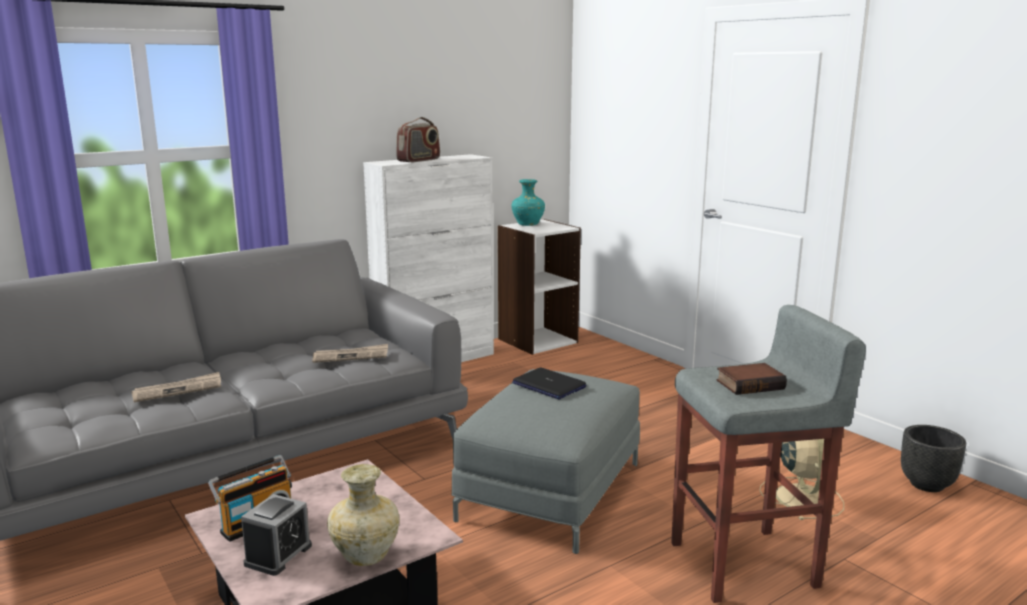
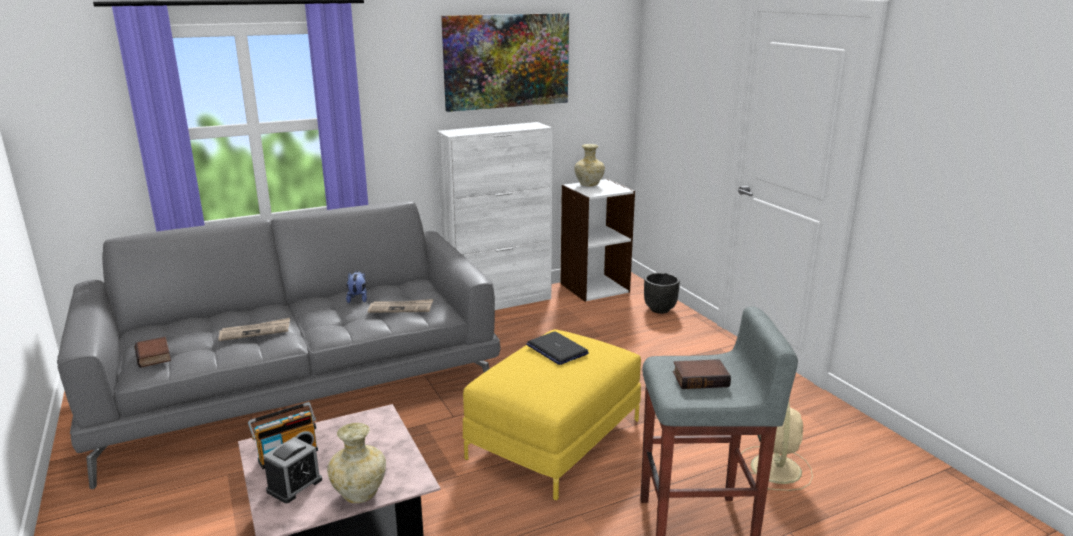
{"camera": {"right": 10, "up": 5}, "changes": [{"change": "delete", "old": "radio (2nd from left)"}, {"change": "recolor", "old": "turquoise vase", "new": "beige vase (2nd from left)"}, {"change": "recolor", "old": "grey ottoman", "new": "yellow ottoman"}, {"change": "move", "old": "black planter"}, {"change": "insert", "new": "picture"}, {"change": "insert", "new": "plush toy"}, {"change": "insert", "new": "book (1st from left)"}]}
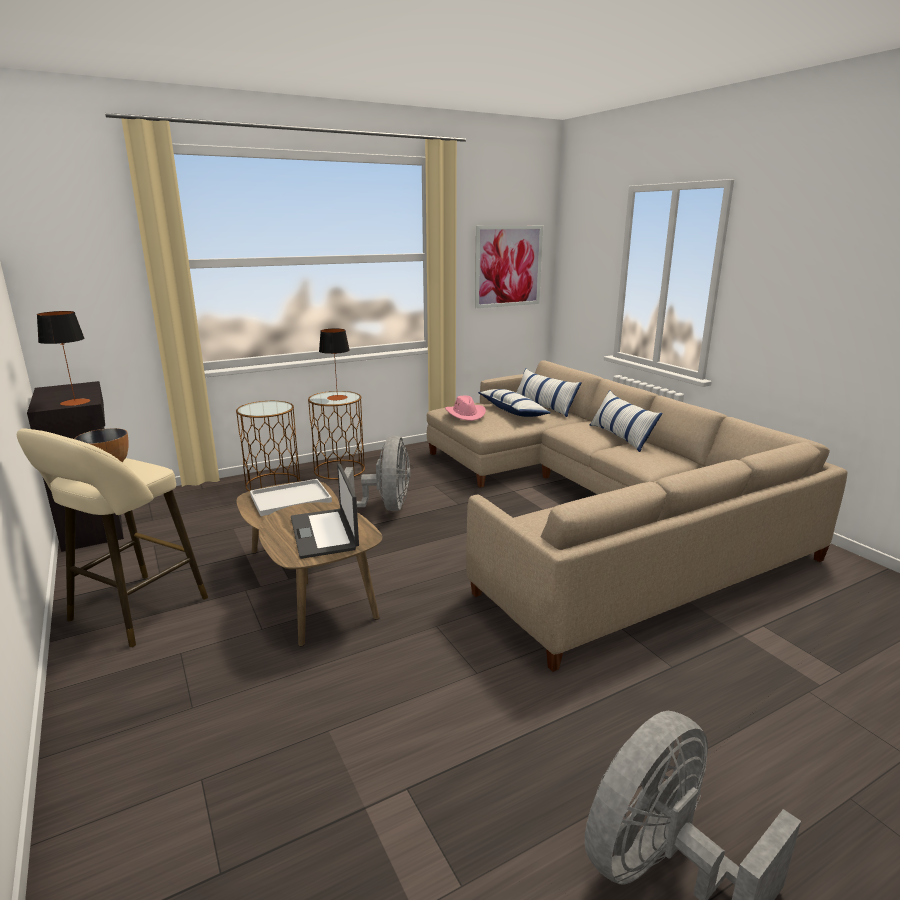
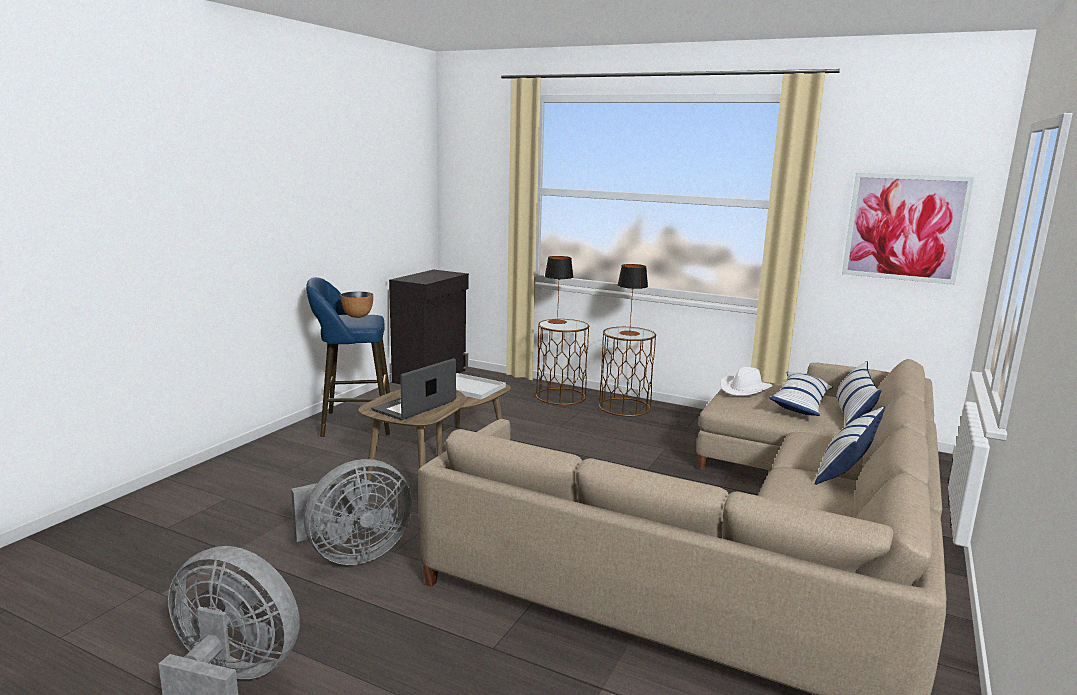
{"camera": {"right": 55, "up": -5}, "changes": [{"change": "move", "old": "table lamp (1st from left)"}, {"change": "recolor", "old": "pink hat", "new": "white hat"}, {"change": "recolor", "old": "beige stool", "new": "blue stool"}, {"change": "move", "old": "grey fan (1st from left in the first image)", "new": "grey fan (2nd from left)"}]}
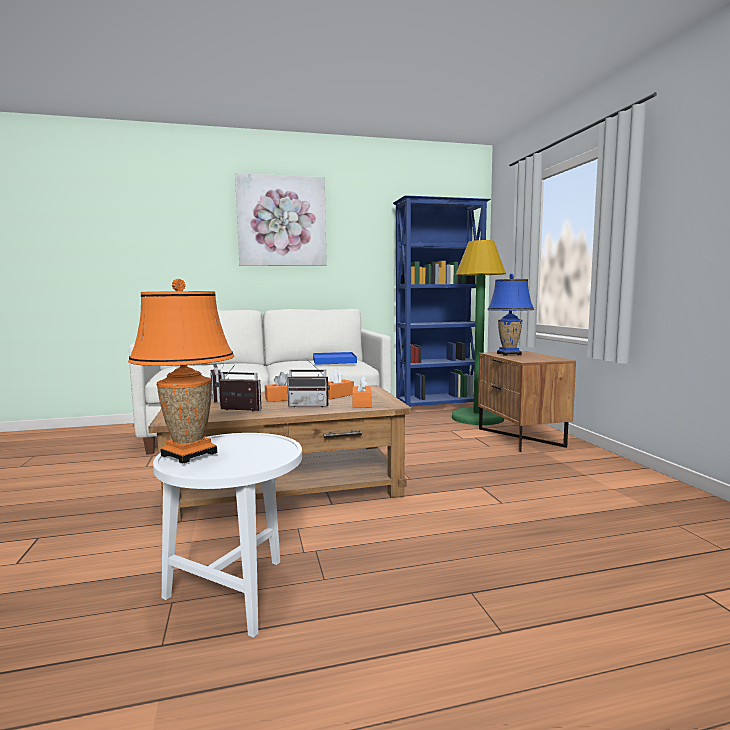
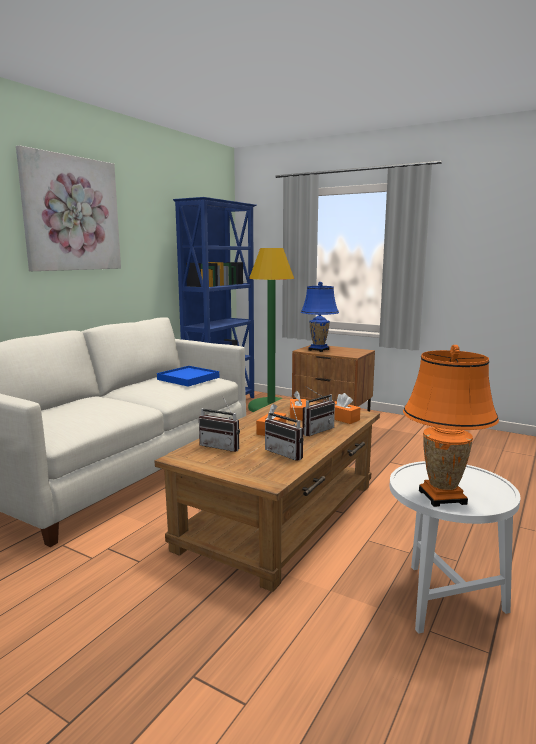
{"camera": {"right": -45, "up": 5}, "changes": [{"change": "rotate", "old": "radio (2nd from left)", "degrees": -105}]}
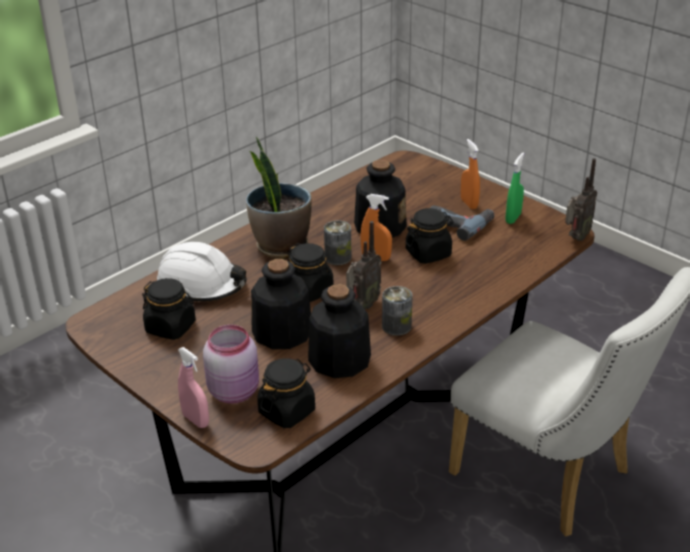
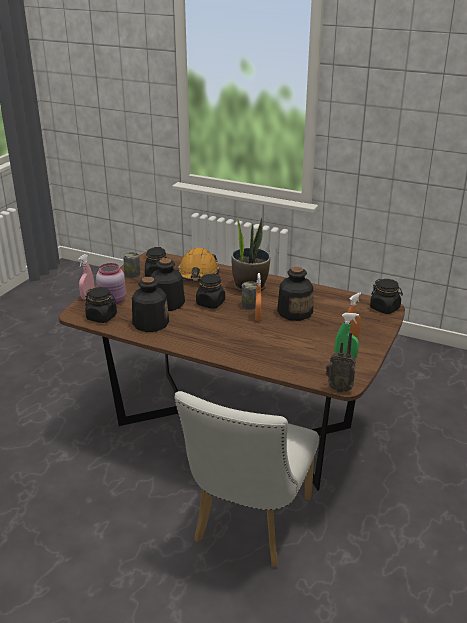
{"camera": {"right": 70, "up": -5}, "changes": [{"change": "delete", "old": "power drill"}, {"change": "move", "old": "black jar (4th from left)"}, {"change": "delete", "old": "radio (1st from left)"}, {"change": "recolor", "old": "white hard hat", "new": "orange hard hat"}, {"change": "move", "old": "can (2nd from left in the first image)", "new": "can (1st from left)"}]}
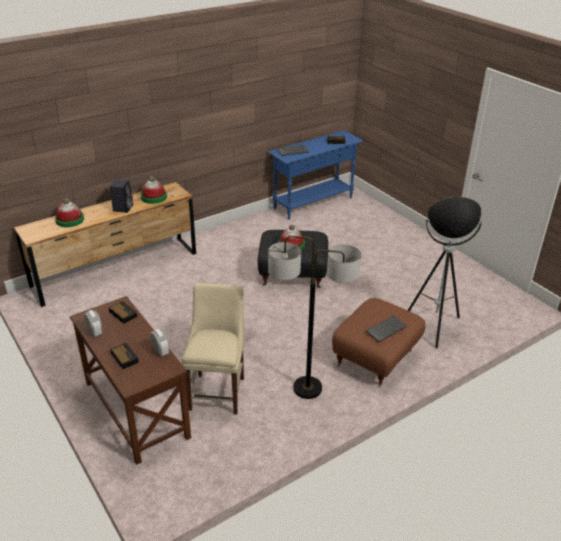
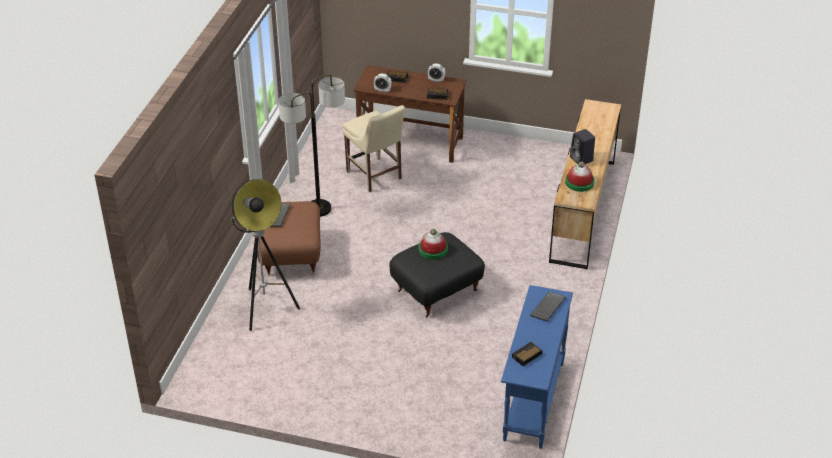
{"camera": {"right": 140, "up": 5}, "changes": [{"change": "delete", "old": "hat (1st from left)"}]}
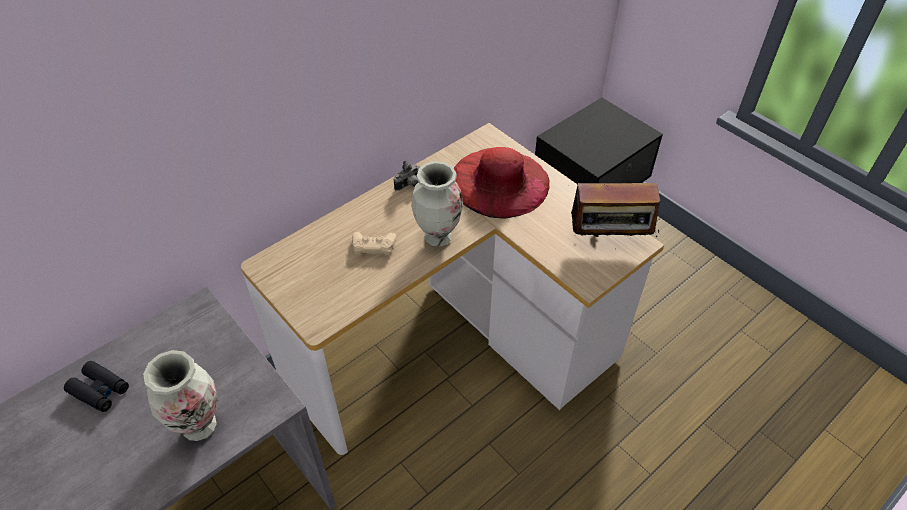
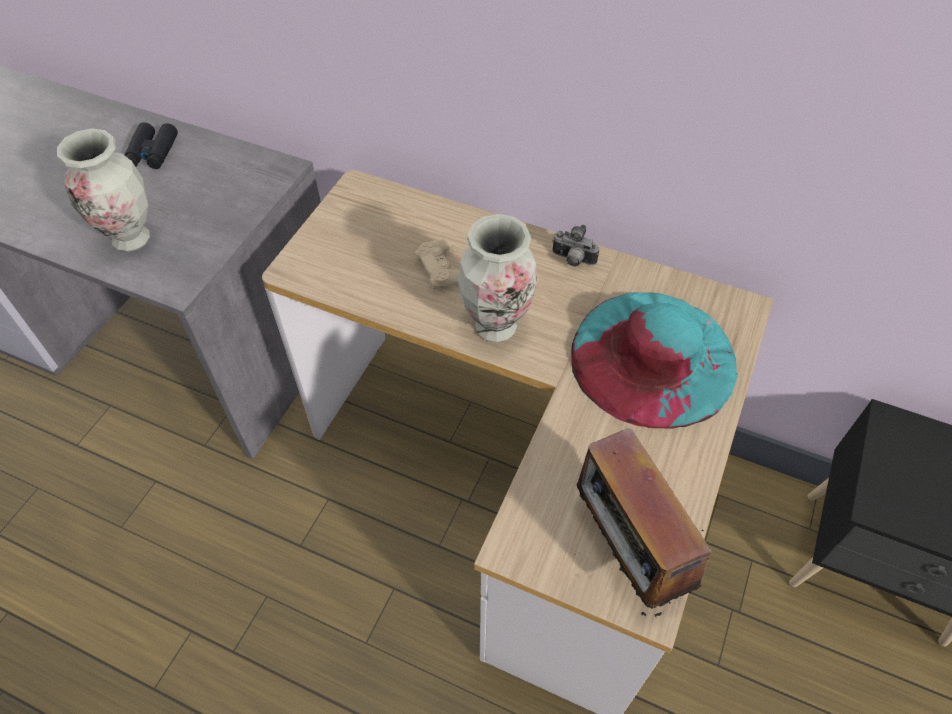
{"camera": {"right": 65, "up": 5}, "changes": [{"change": "recolor", "old": "red hat", "new": "turquoise hat"}]}
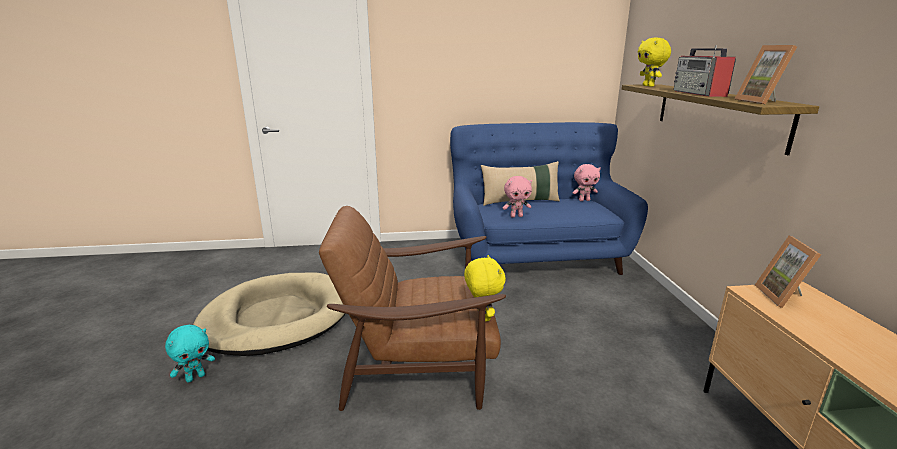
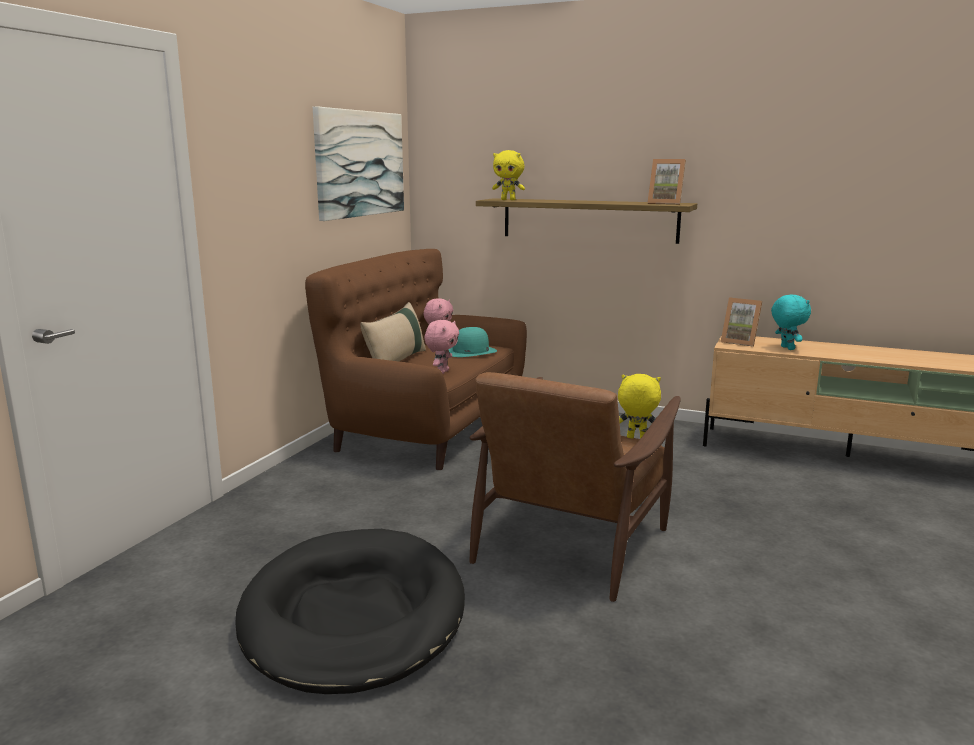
{"camera": {"right": -60, "up": -5}, "changes": [{"change": "delete", "old": "radio"}, {"change": "recolor", "old": "blue sofa", "new": "brown sofa"}, {"change": "recolor", "old": "beige dog bed", "new": "black dog bed"}, {"change": "move", "old": "turquoise plush toy"}, {"change": "insert", "new": "picture"}, {"change": "insert", "new": "turquoise hat"}]}
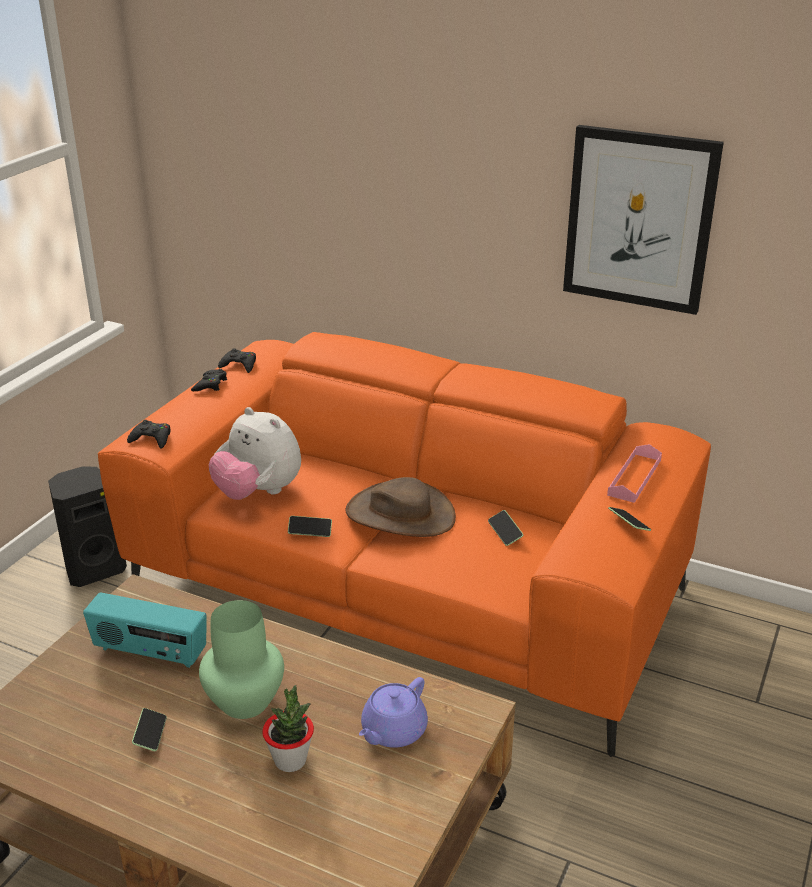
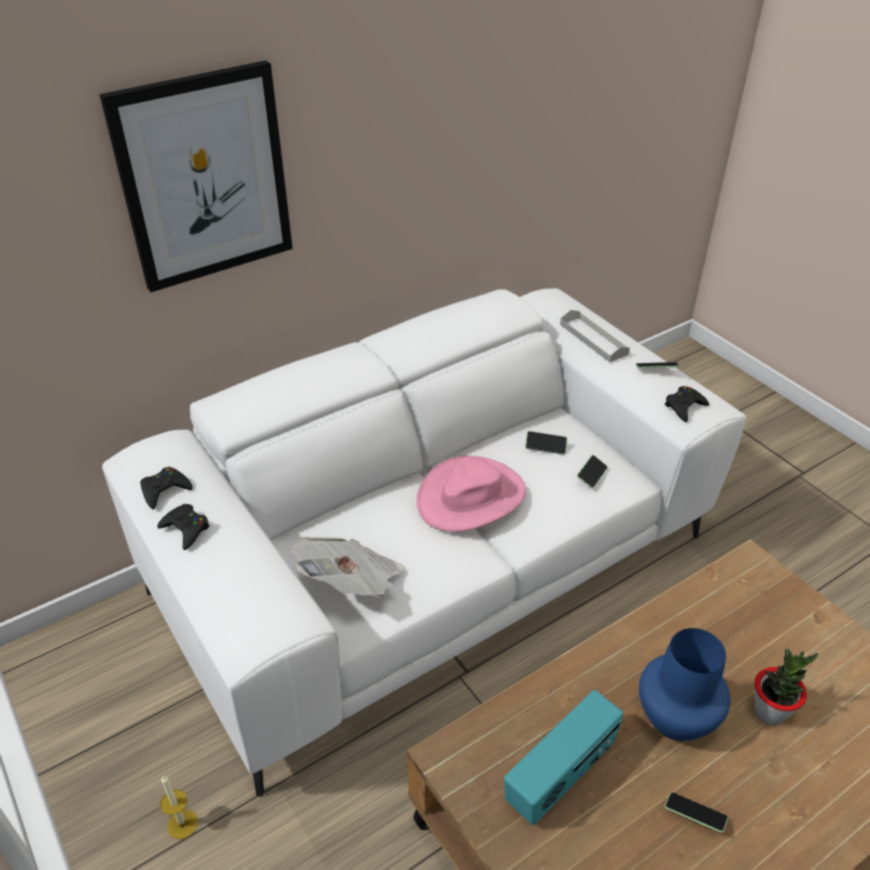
{"camera": {"right": -60, "up": 10}, "changes": [{"change": "move", "old": "picture"}, {"change": "recolor", "old": "orange sofa", "new": "white sofa"}, {"change": "replace", "old": "plush toy", "new": "newspaper"}, {"change": "move", "old": "black game controller (1st from left in the first image)", "new": "black game controller (3rd from left)"}, {"change": "recolor", "old": "pink tray", "new": "grey tray"}, {"change": "replace", "old": "black speaker", "new": "candle"}, {"change": "recolor", "old": "brown hat", "new": "pink hat"}, {"change": "move", "old": "phone (2nd from left)"}, {"change": "recolor", "old": "green vase", "new": "blue vase"}, {"change": "delete", "old": "purple teapot"}]}
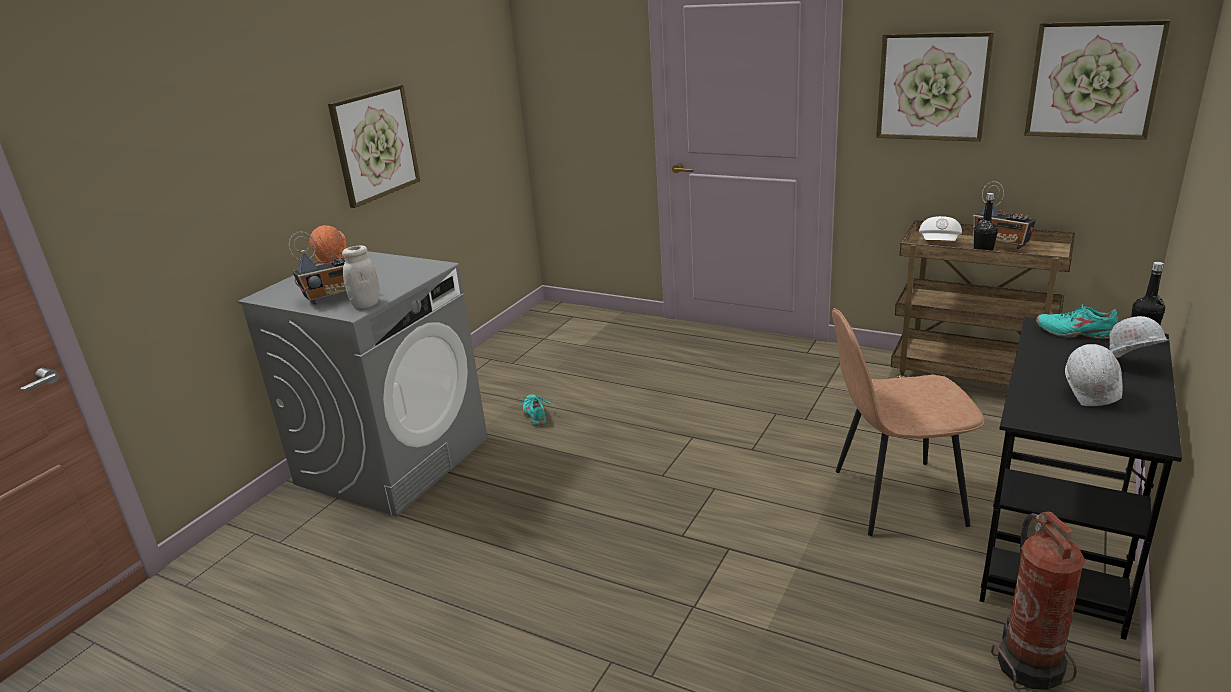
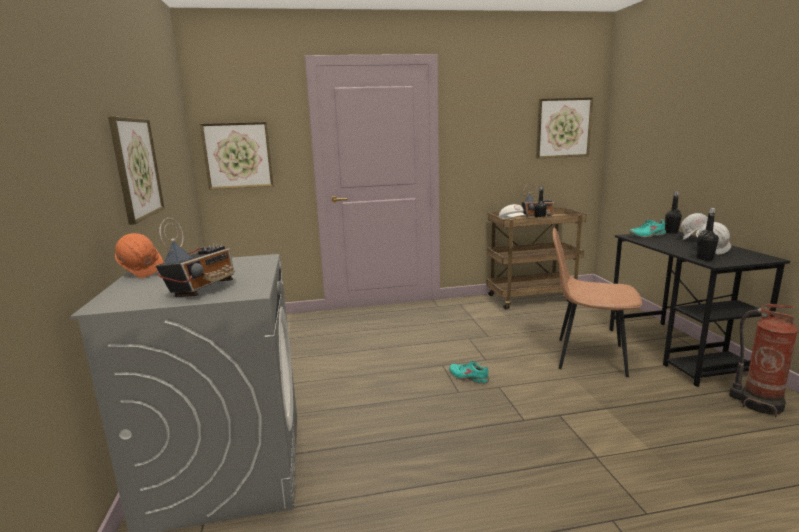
{"camera": {"right": -40, "up": -10}, "changes": [{"change": "move", "old": "picture (2nd from left)"}, {"change": "delete", "old": "white jar"}, {"change": "rotate", "old": "brown chair", "degrees": 60}, {"change": "move", "old": "turquoise shoe (1st from left)"}, {"change": "insert", "new": "black bottle (3rd from left)"}]}
